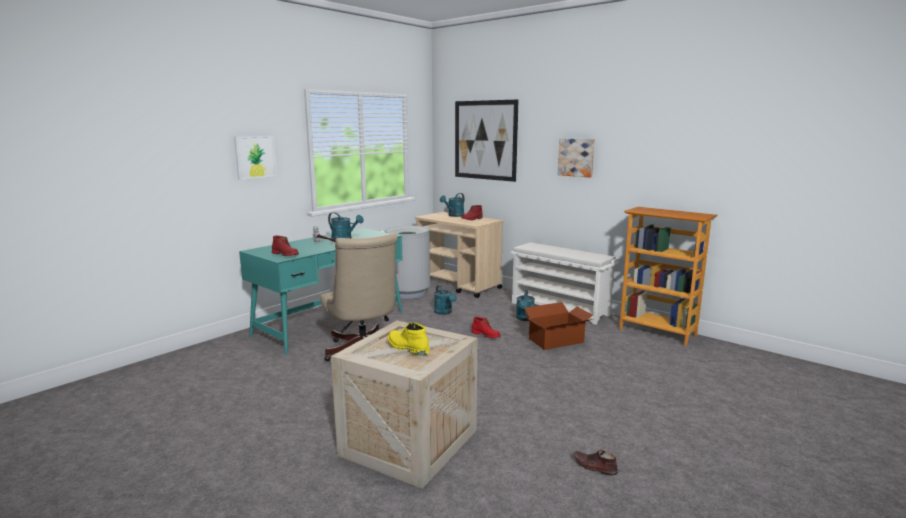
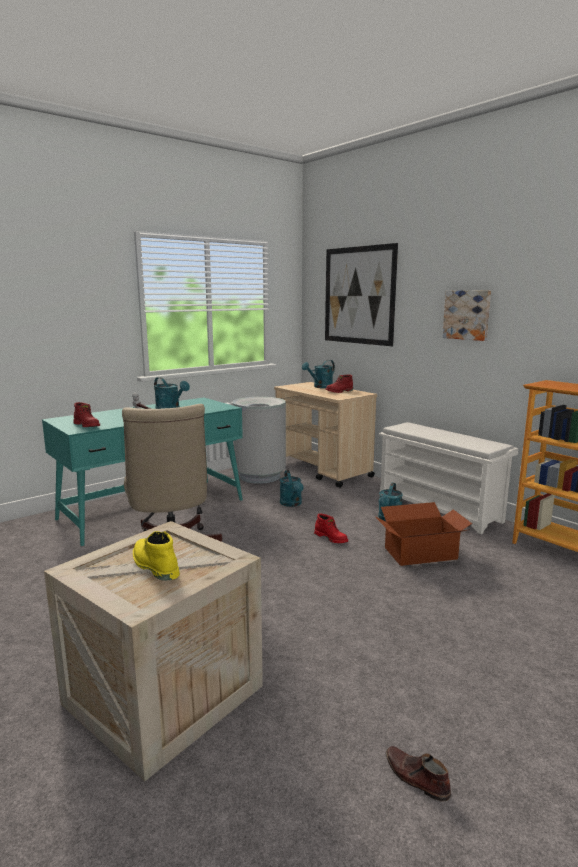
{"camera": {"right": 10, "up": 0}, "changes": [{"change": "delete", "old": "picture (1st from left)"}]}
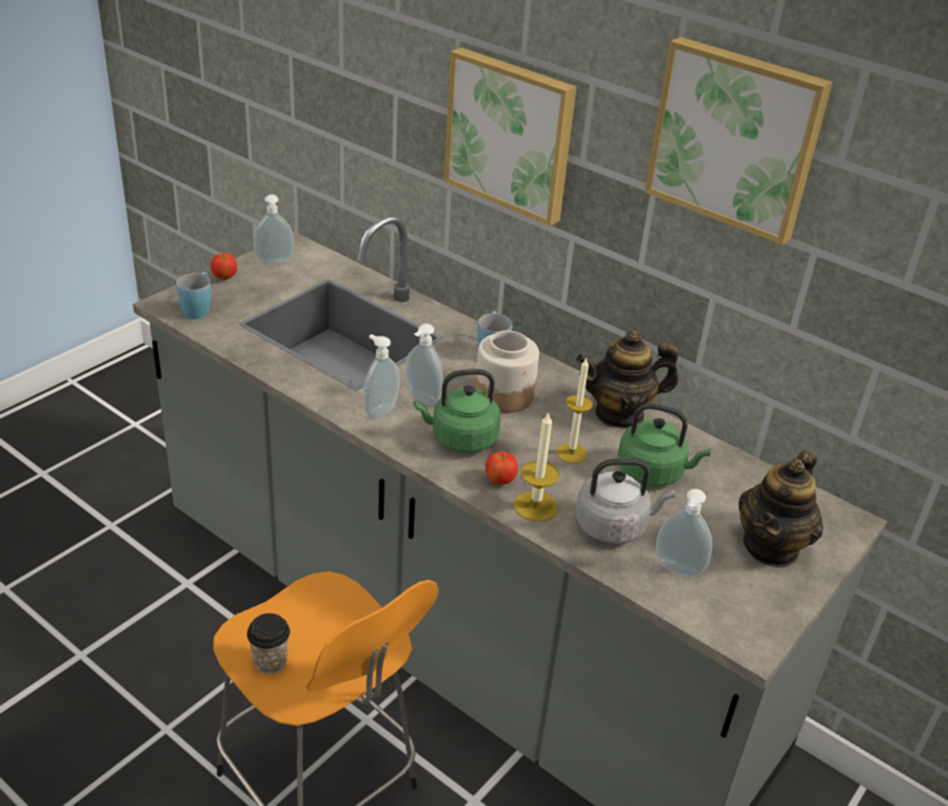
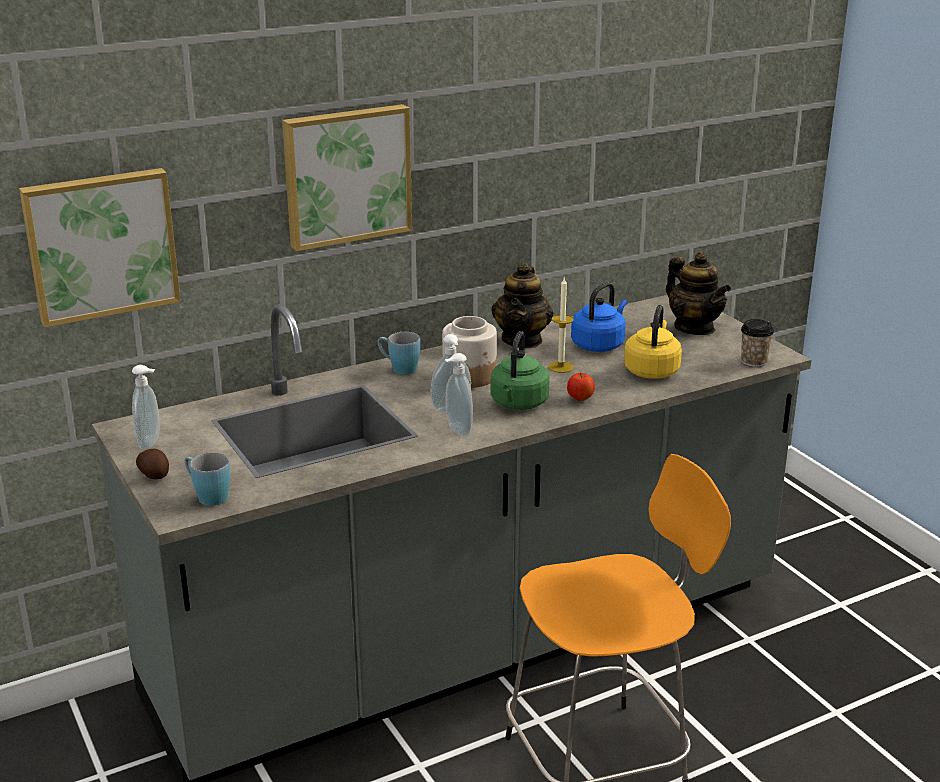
{"camera": {"right": -65, "up": -10}, "changes": [{"change": "move", "old": "picture (2nd from left in the first image)", "new": "picture (1st from left)"}, {"change": "replace", "old": "apple (1st from left)", "new": "potato"}, {"change": "recolor", "old": "green kettle (2nd from left)", "new": "blue kettle"}, {"change": "delete", "old": "candle (1st from left)"}, {"change": "recolor", "old": "grey kettle", "new": "yellow kettle"}, {"change": "delete", "old": "soap dispenser (4th from left)"}, {"change": "move", "old": "cup"}]}
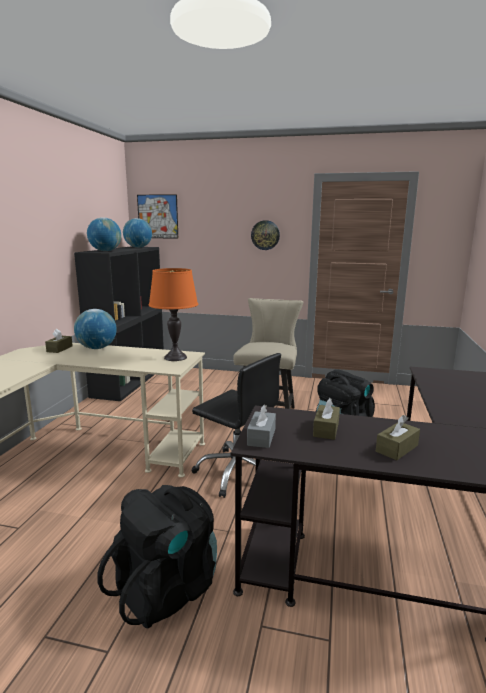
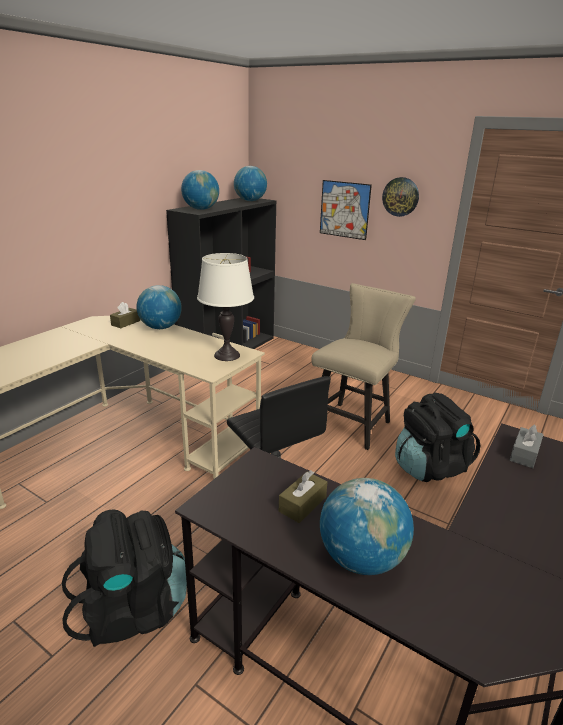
{"camera": {"right": 20, "up": 10}, "changes": [{"change": "move", "old": "picture"}, {"change": "recolor", "old": "orange table lamp", "new": "white table lamp"}, {"change": "move", "old": "grey tissue box"}, {"change": "replace", "old": "brown tissue box (3rd from left)", "new": "globe (4th from left)"}]}
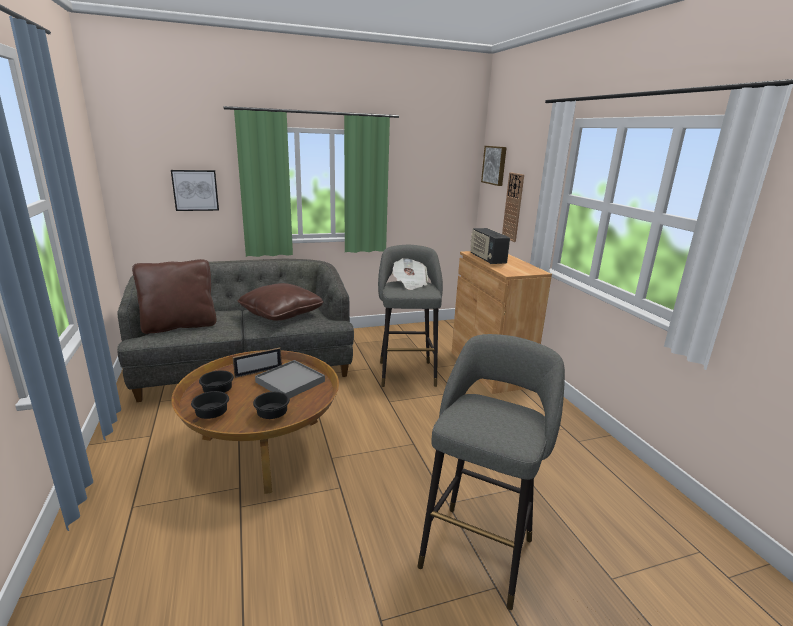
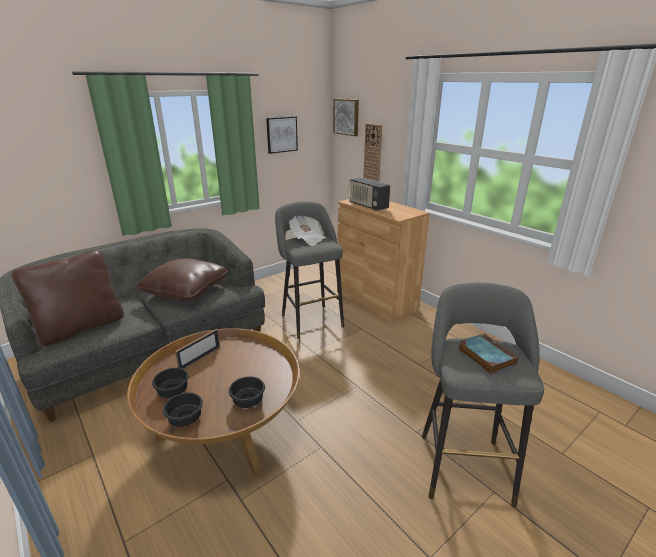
{"camera": {"right": -20, "up": 5}, "changes": [{"change": "move", "old": "picture (1st from left)"}, {"change": "delete", "old": "grey tray"}, {"change": "insert", "new": "book"}]}
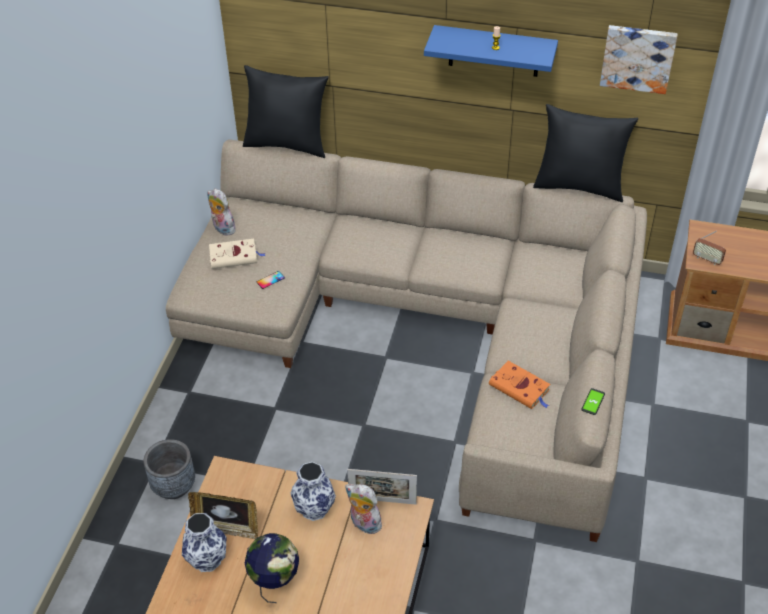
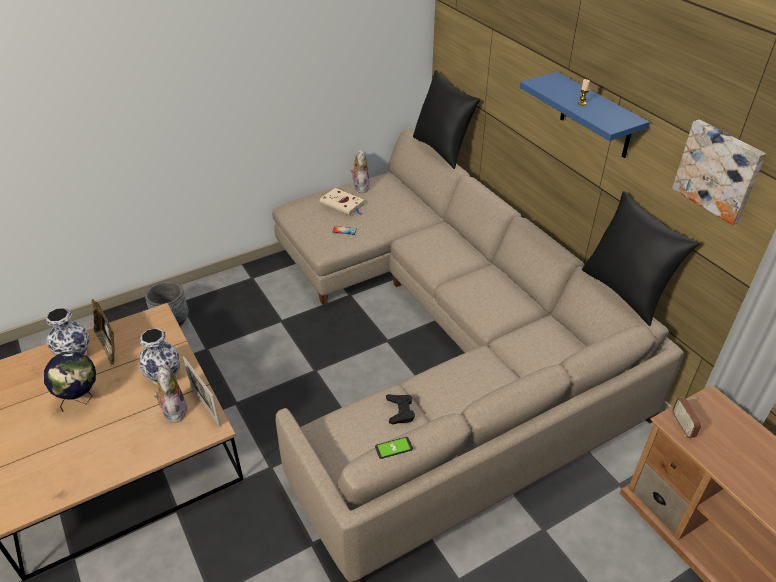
{"camera": {"right": 45, "up": -5}, "changes": [{"change": "replace", "old": "orange book", "new": "black game controller"}]}
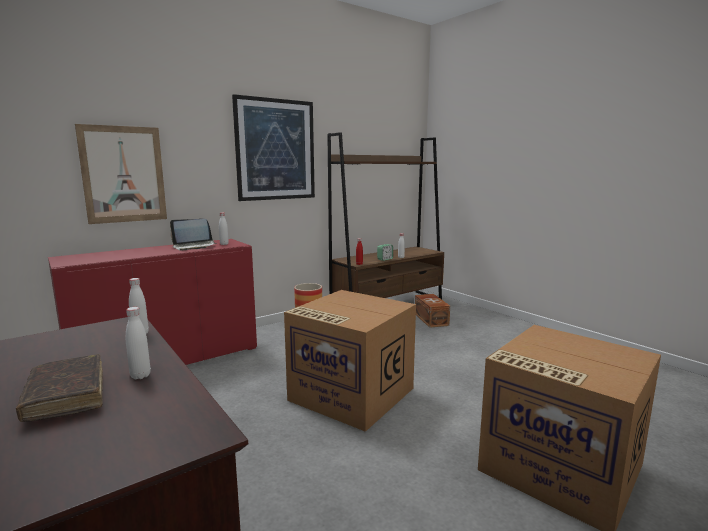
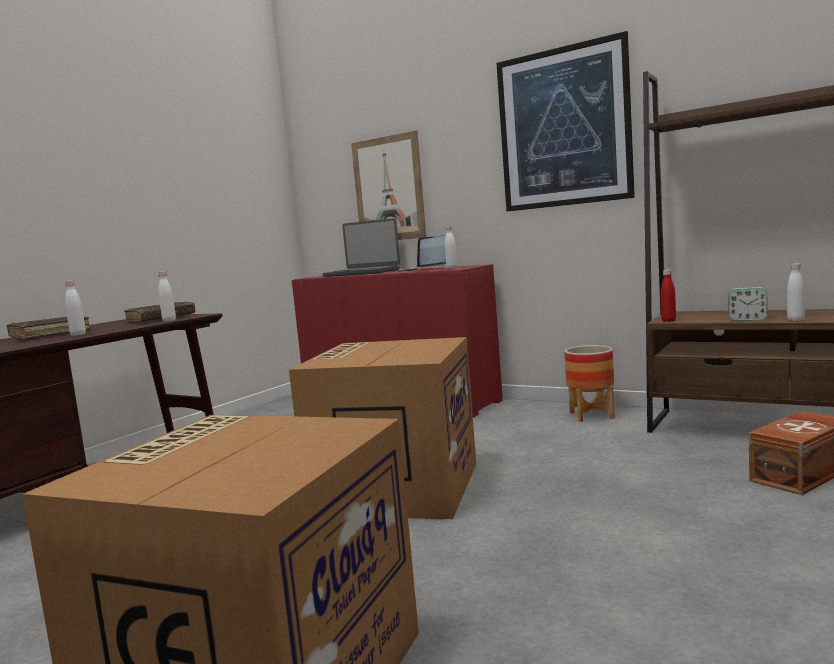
{"camera": {"right": 70, "up": -5}, "changes": [{"change": "insert", "new": "laptop (1st from left)"}, {"change": "insert", "new": "brown book (2nd from left)"}]}
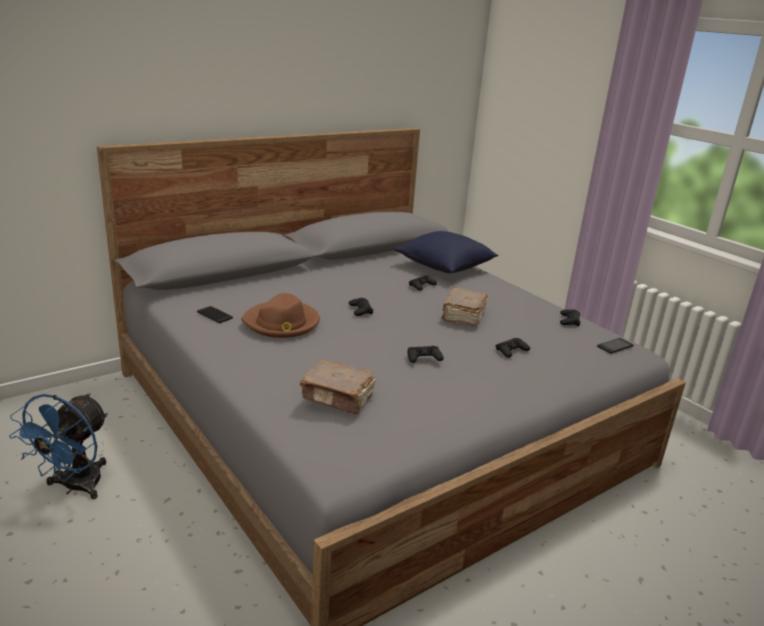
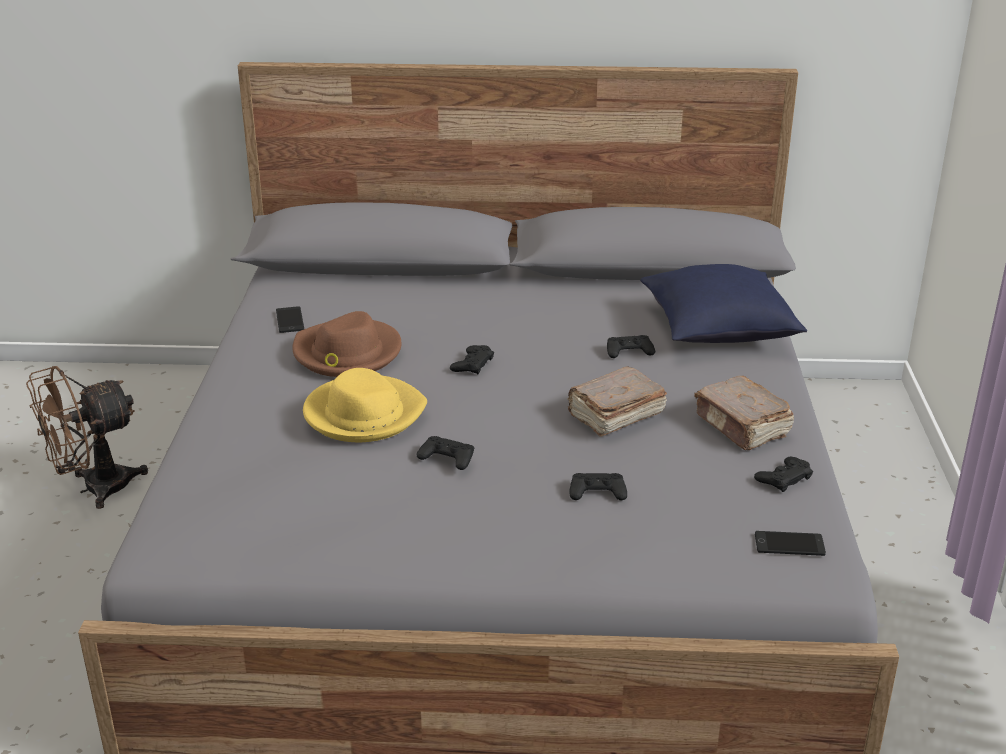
{"camera": {"right": 40, "up": 5}, "changes": [{"change": "move", "old": "brown book (1st from left in the first image)", "new": "brown book (2nd from left)"}, {"change": "recolor", "old": "blue fan", "new": "brown fan"}, {"change": "insert", "new": "yellow hat"}]}
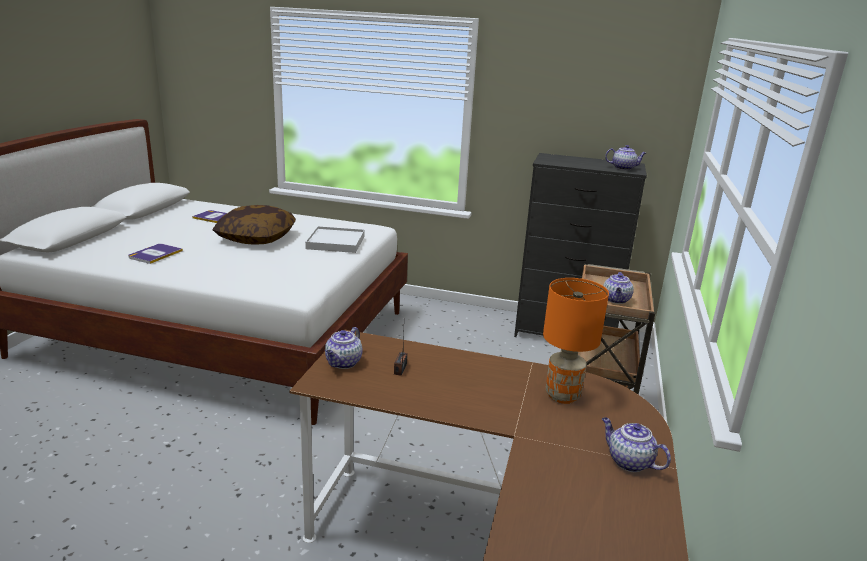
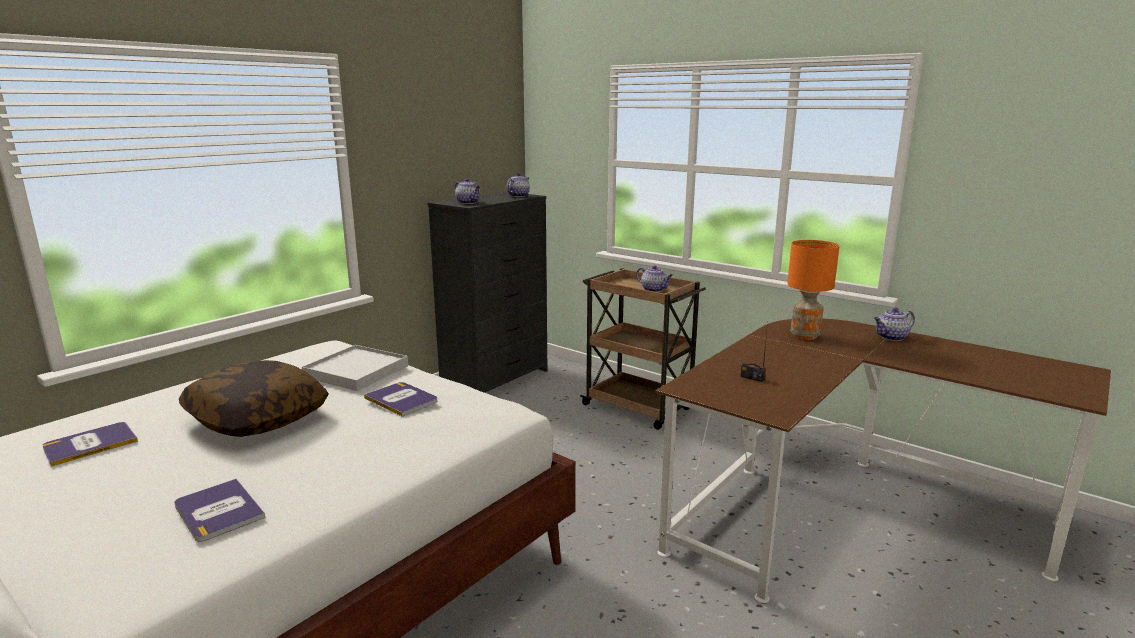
{"camera": {"right": -65, "up": -5}, "changes": [{"change": "move", "old": "teapot (1st from left)"}, {"change": "insert", "new": "book (3rd from left)"}]}
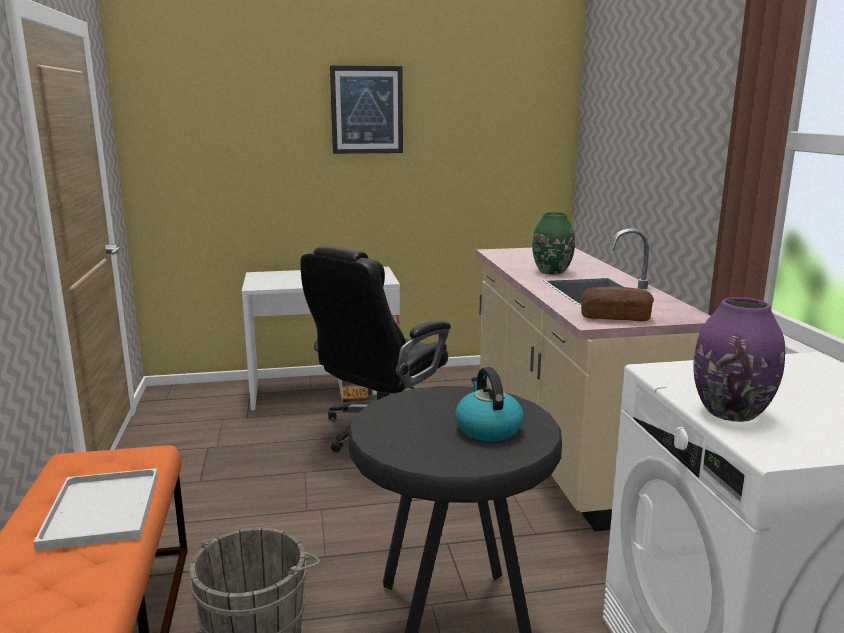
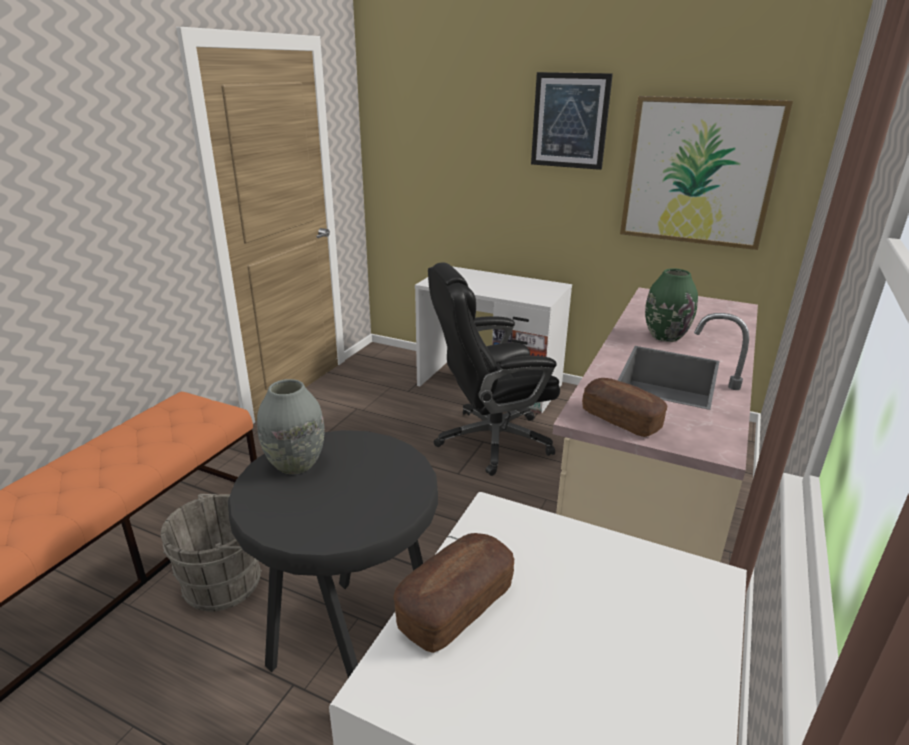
{"camera": {"right": 35, "up": 10}, "changes": [{"change": "replace", "old": "purple vase", "new": "bread (1st from left)"}, {"change": "delete", "old": "kettle"}, {"change": "delete", "old": "white tray"}, {"change": "insert", "new": "picture (2nd from left)"}, {"change": "insert", "new": "grey vase"}]}
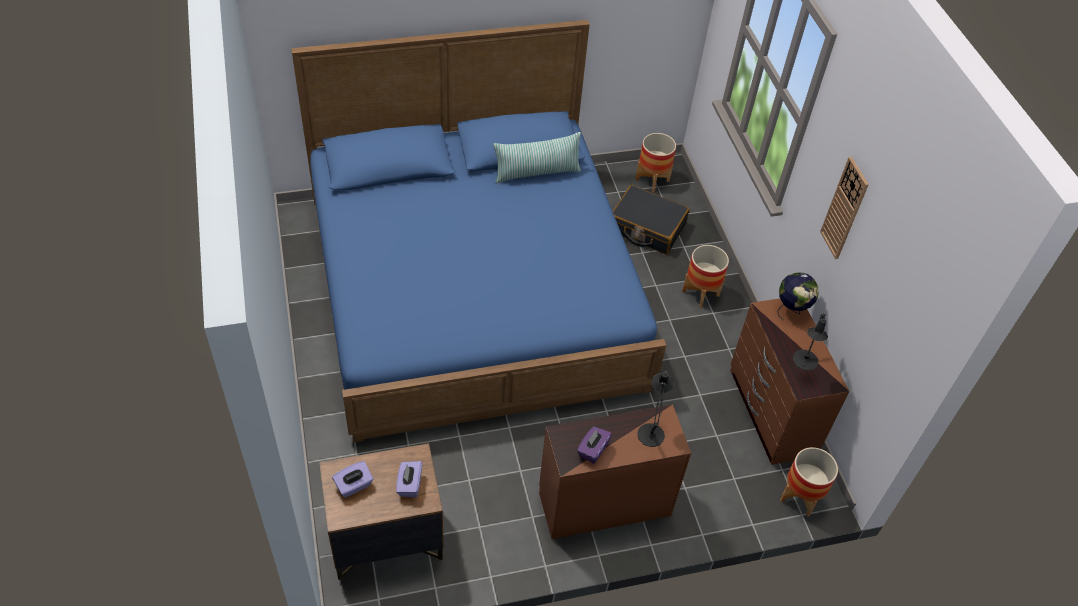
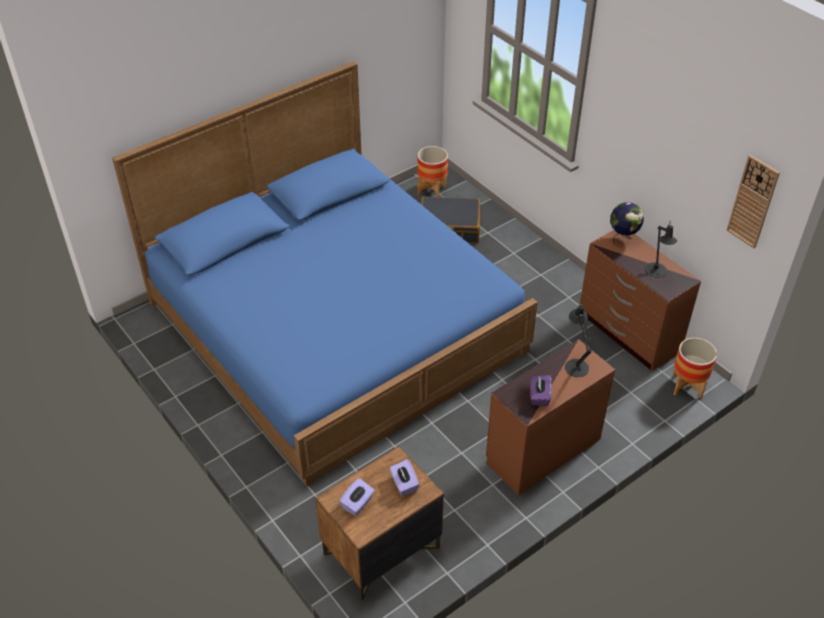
{"camera": {"right": -20, "up": -5}, "changes": [{"change": "delete", "old": "pillow"}, {"change": "move", "old": "wall clock"}, {"change": "delete", "old": "planter (2nd from left)"}]}
